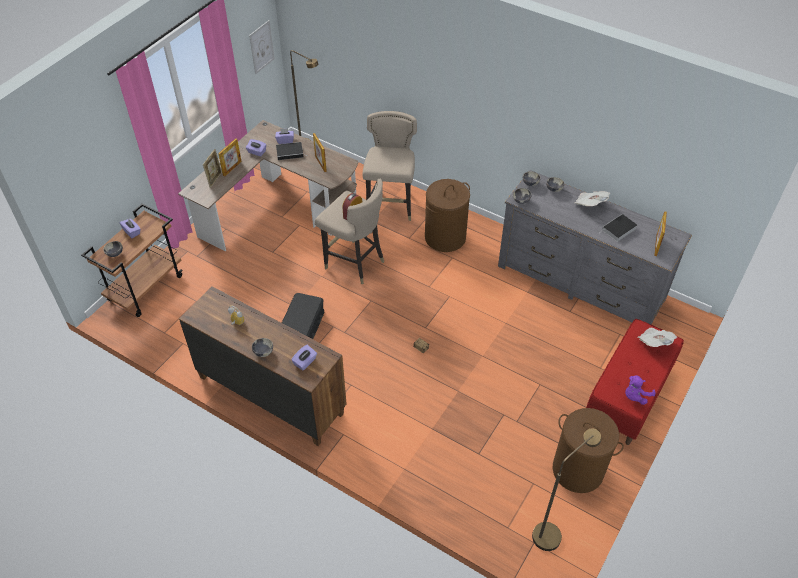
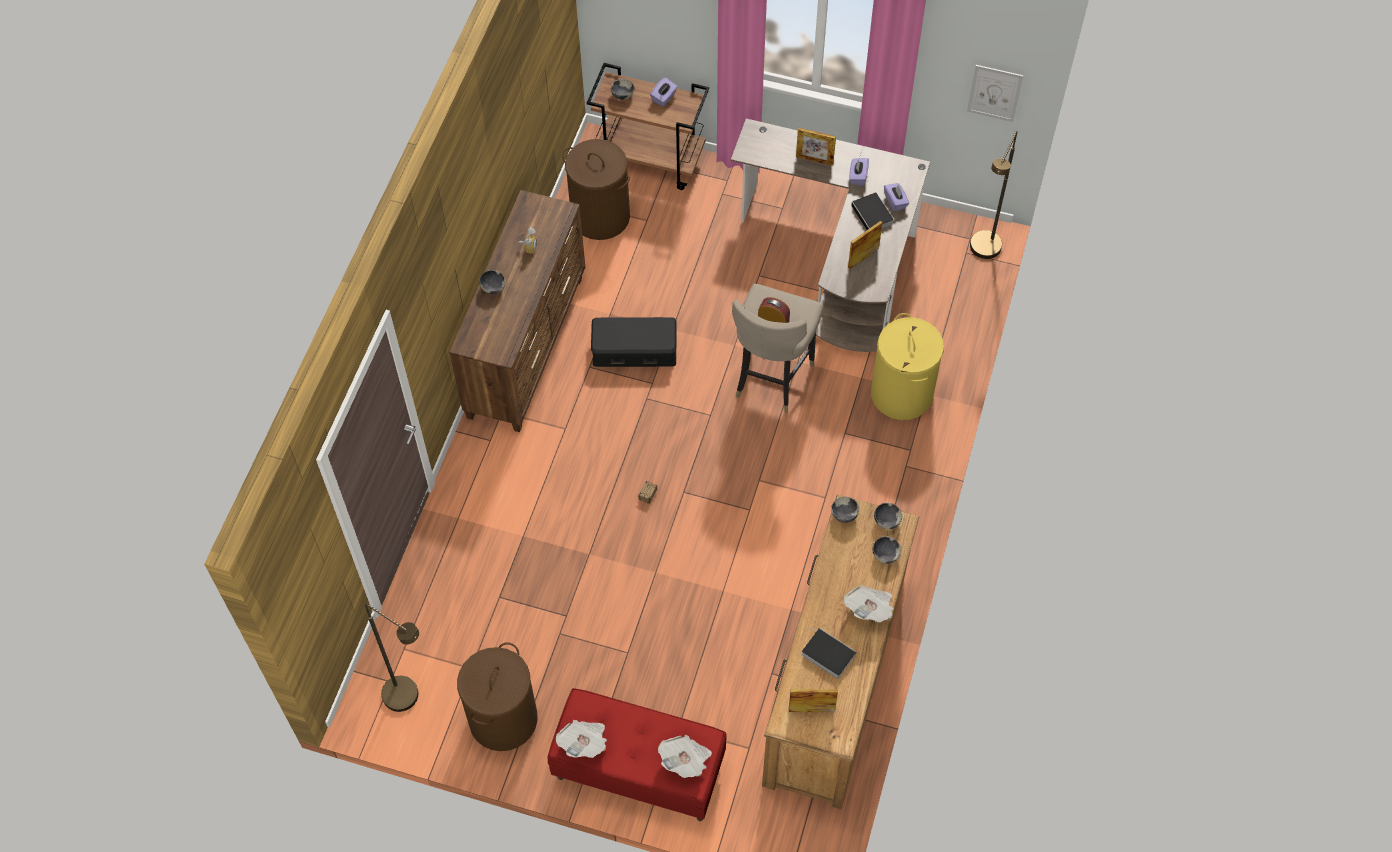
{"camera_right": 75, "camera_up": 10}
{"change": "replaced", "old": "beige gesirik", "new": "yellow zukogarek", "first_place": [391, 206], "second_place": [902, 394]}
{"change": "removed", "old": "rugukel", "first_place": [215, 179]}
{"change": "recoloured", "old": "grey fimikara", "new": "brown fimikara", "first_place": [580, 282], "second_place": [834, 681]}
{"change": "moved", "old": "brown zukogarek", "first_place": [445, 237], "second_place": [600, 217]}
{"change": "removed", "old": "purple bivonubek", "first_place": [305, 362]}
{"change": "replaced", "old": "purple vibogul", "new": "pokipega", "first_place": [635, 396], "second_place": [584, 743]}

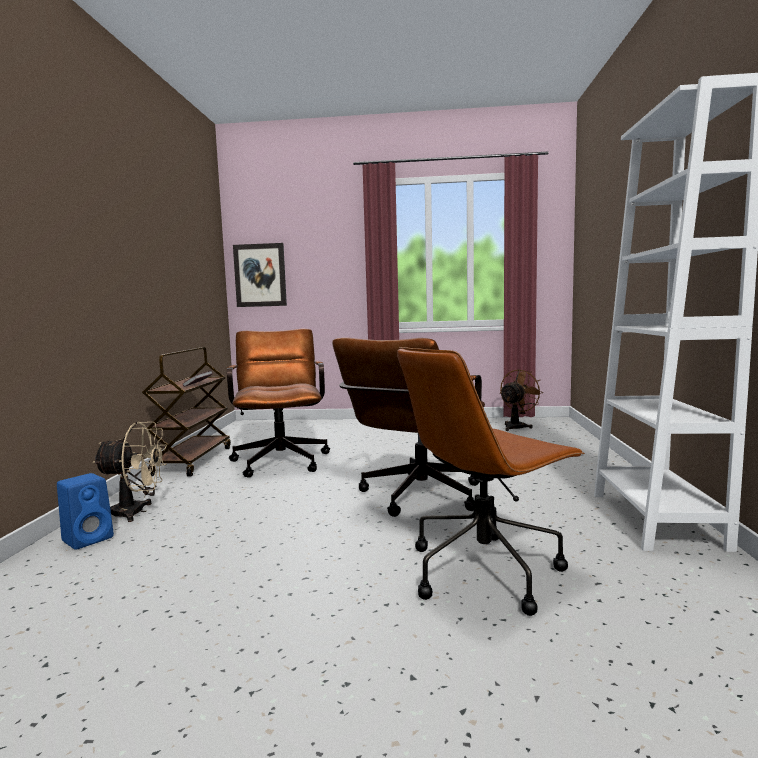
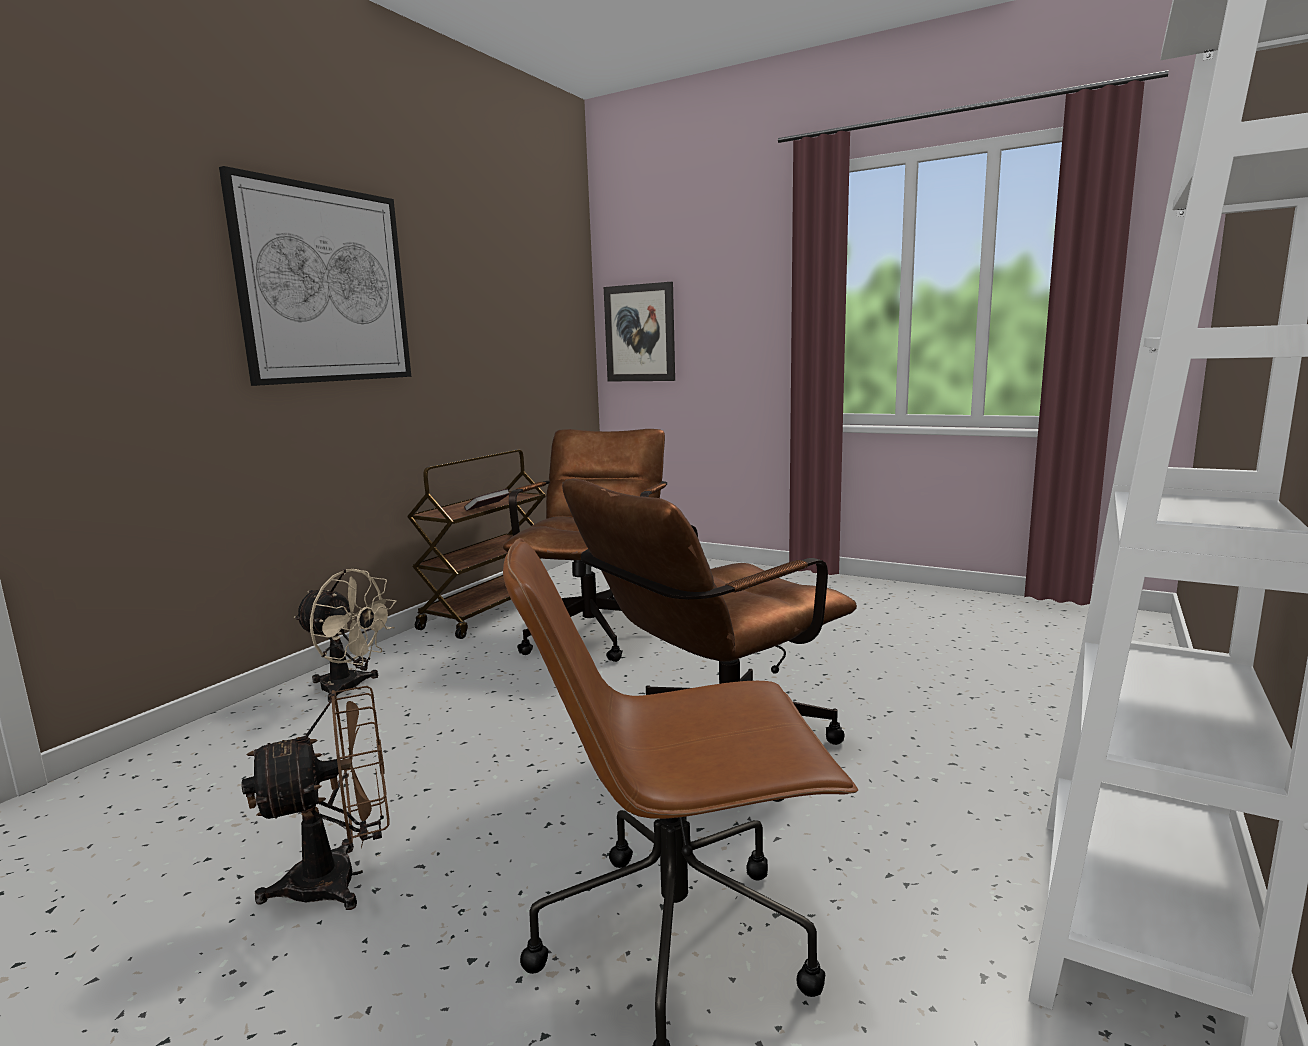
{"camera_right": 25, "camera_up": 5}
{"change": "moved", "old": "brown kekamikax", "first_place": [517, 426], "second_place": [341, 879]}
{"change": "removed", "old": "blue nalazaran", "first_place": [89, 538]}
{"change": "added", "new": "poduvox", "second_place": [325, 285]}

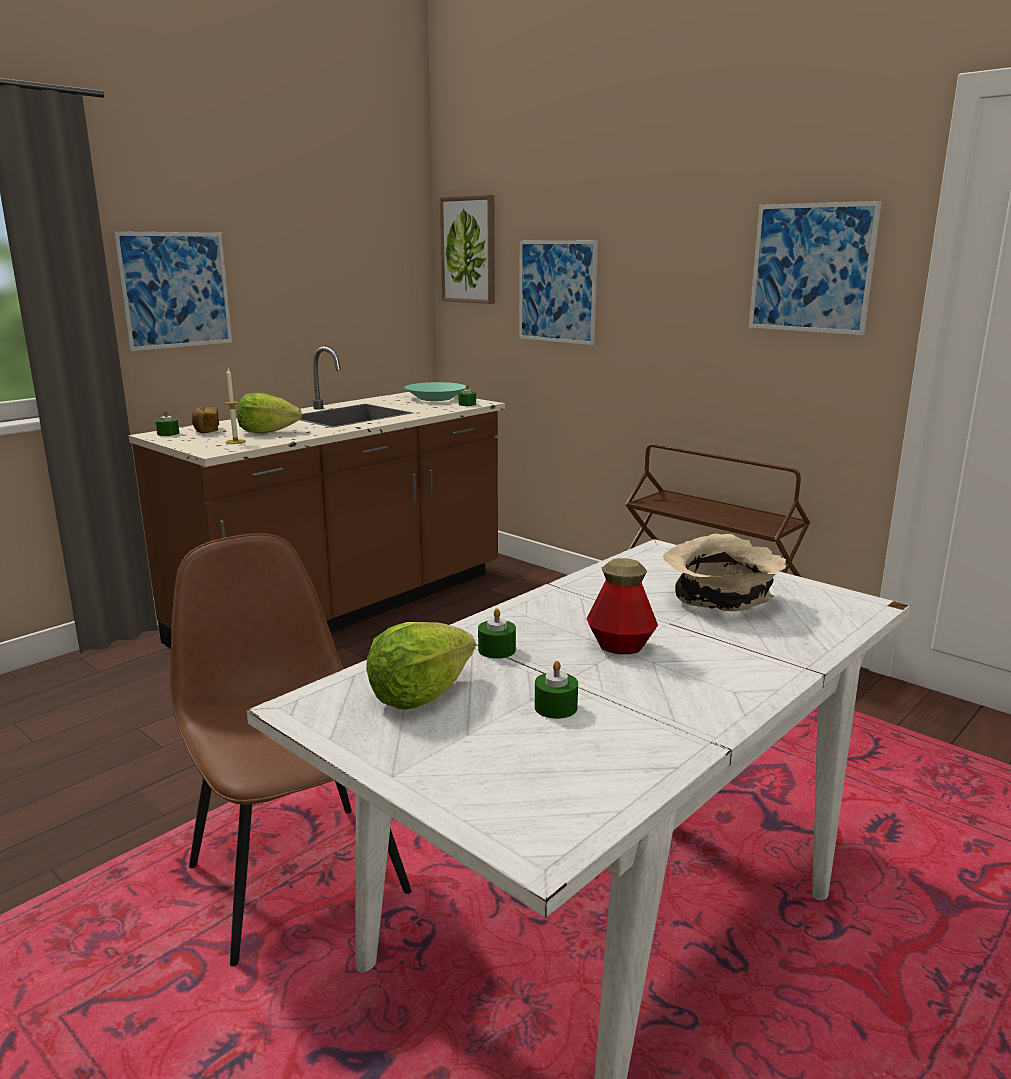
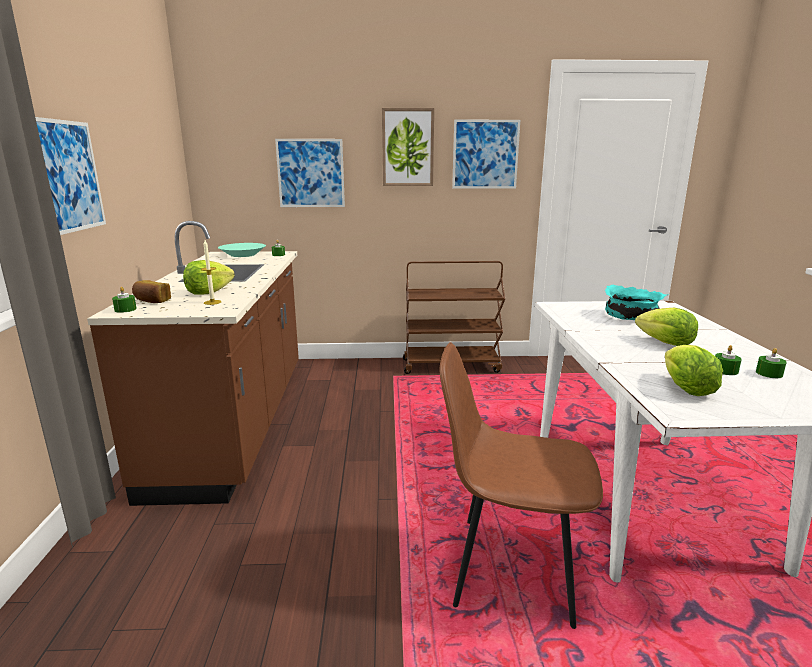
{"camera_right": -45, "camera_up": 0}
{"change": "moved", "old": "poduvox", "first_place": [469, 250], "second_place": [407, 147]}
{"change": "recoloured", "old": "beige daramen", "new": "turquoise daramen", "first_place": [720, 601], "second_place": [632, 316]}
{"change": "replaced", "old": "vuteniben", "new": "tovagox", "first_place": [620, 646], "second_place": [665, 343]}
{"change": "moved", "old": "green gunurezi", "first_place": [497, 650], "second_place": [769, 373]}

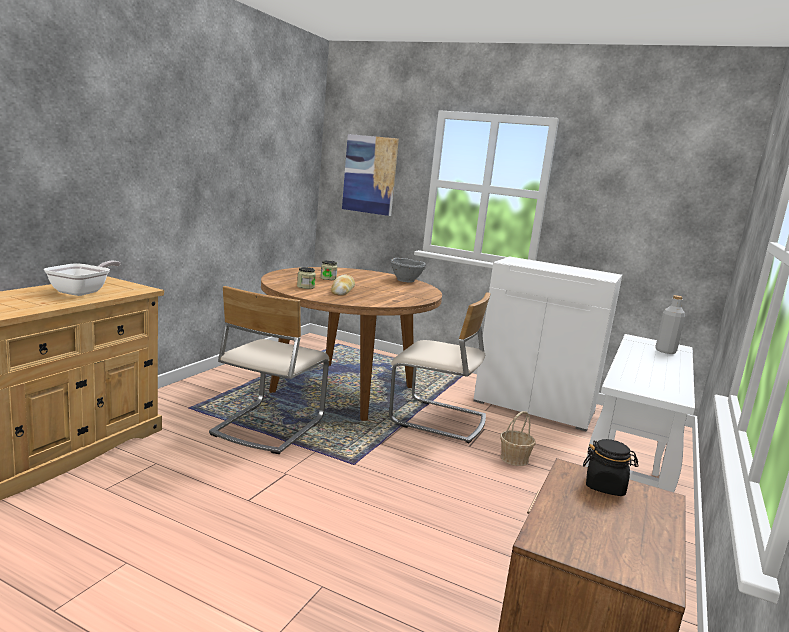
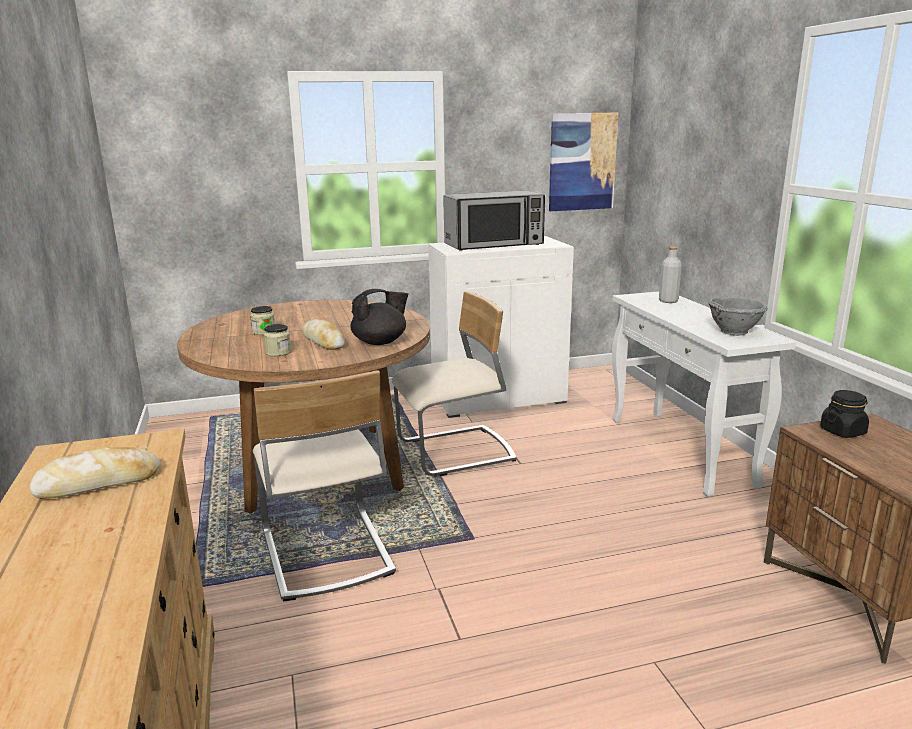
{"camera_right": -40, "camera_up": 5}
{"change": "moved", "old": "poduvox", "first_place": [370, 175], "second_place": [582, 162]}
{"change": "moved", "old": "grey daramen", "first_place": [406, 280], "second_place": [734, 331]}
{"change": "replaced", "old": "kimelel", "new": "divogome", "first_place": [83, 291], "second_place": [98, 483]}
{"change": "removed", "old": "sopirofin", "first_place": [514, 459]}
{"change": "added", "new": "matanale", "second_place": [494, 244]}
{"change": "added", "new": "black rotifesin", "second_place": [380, 342]}

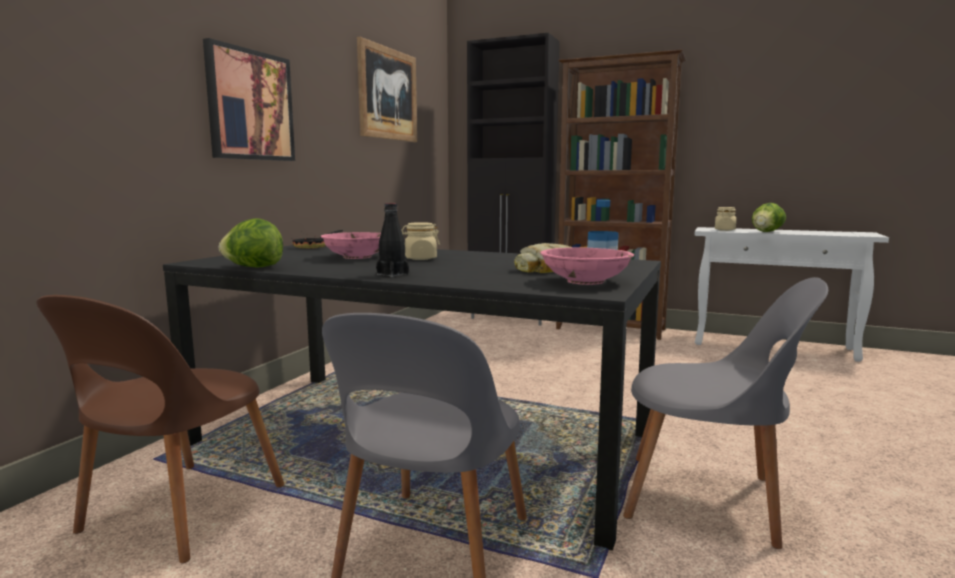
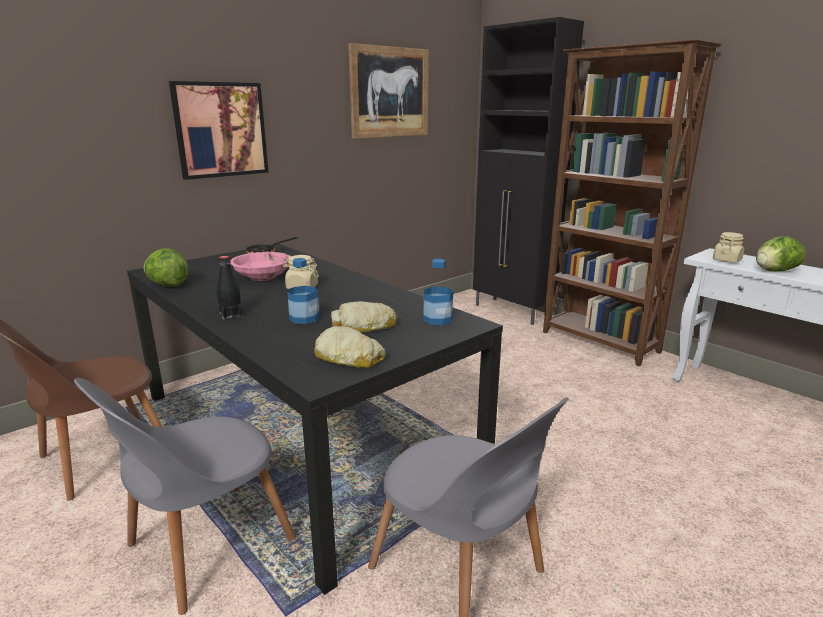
{"camera_right": 25, "camera_up": 10}
{"change": "replaced", "old": "pink daramen", "new": "divogome", "first_place": [585, 281], "second_place": [348, 357]}
{"change": "added", "new": "vuteniben", "second_place": [304, 318]}

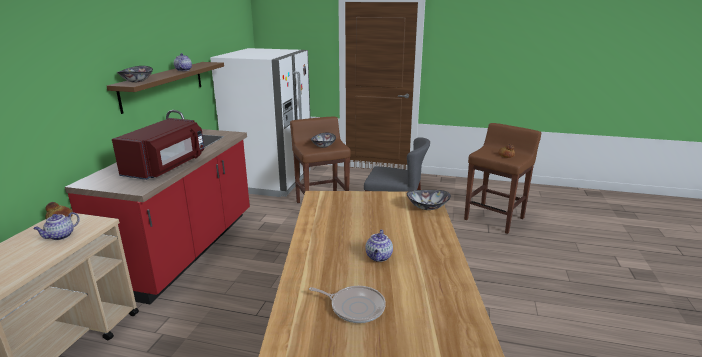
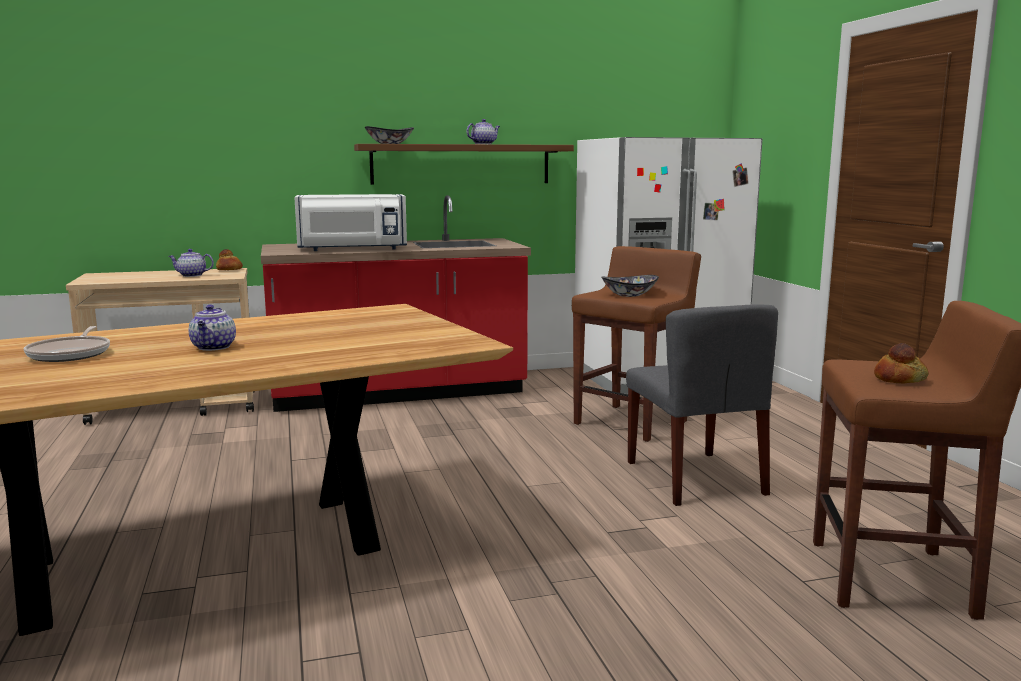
{"camera_right": 60, "camera_up": -10}
{"change": "recoloured", "old": "red matanale", "new": "white matanale", "first_place": [167, 167], "second_place": [352, 249]}
{"change": "removed", "old": "daramen", "first_place": [427, 207]}
{"change": "turned", "old": "rotifesin", "first_place": [379, 257], "second_place": [214, 347], "degrees": -75}

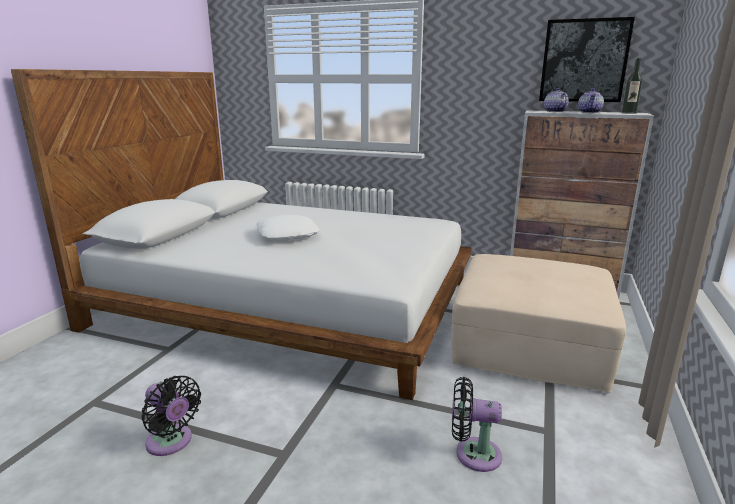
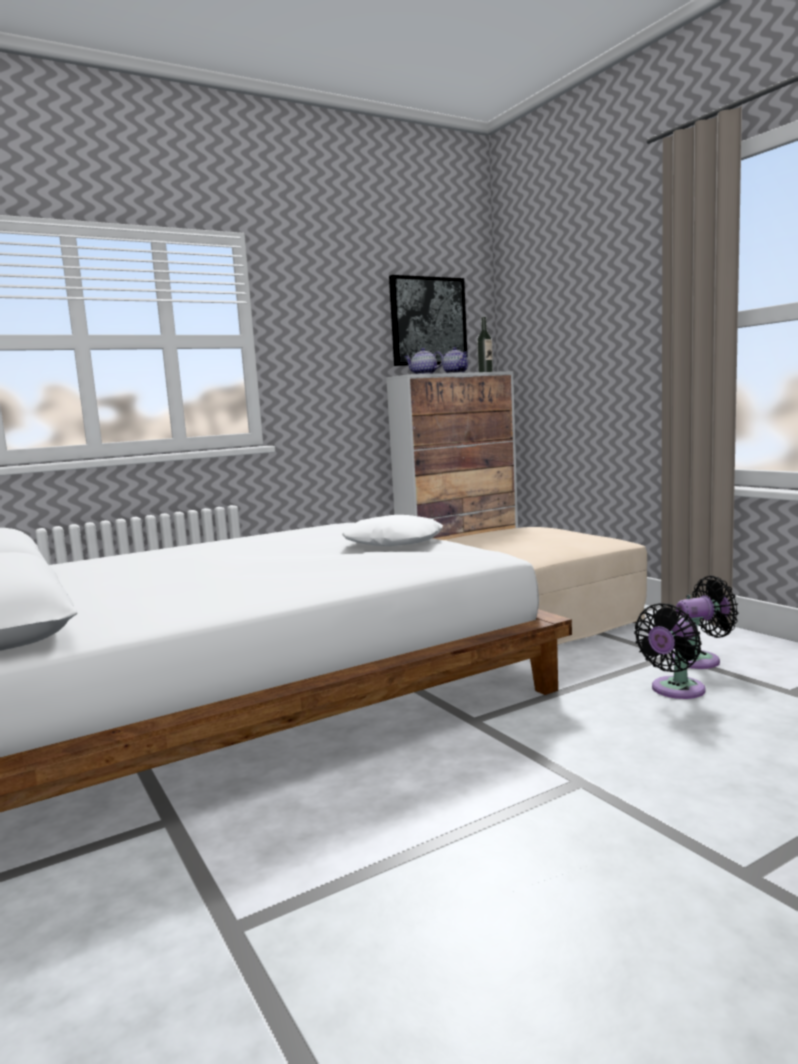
{"camera_right": -50, "camera_up": -10}
{"change": "moved", "old": "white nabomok", "first_place": [288, 235], "second_place": [394, 542]}
{"change": "moved", "old": "black kekamikax", "first_place": [171, 443], "second_place": [700, 660]}

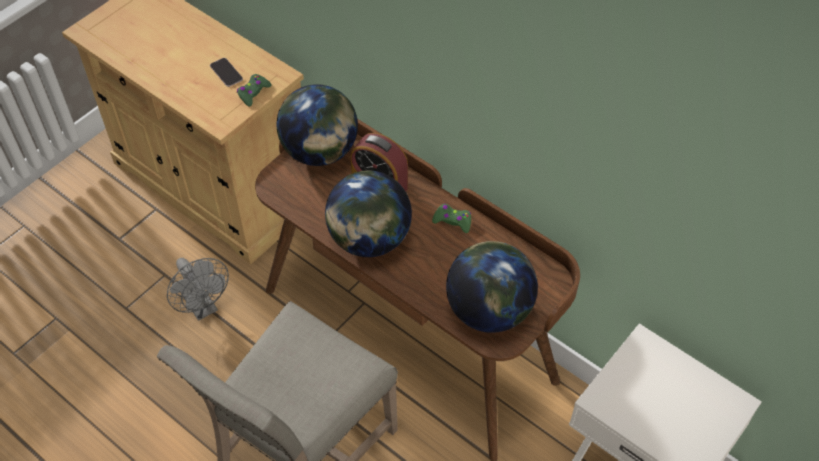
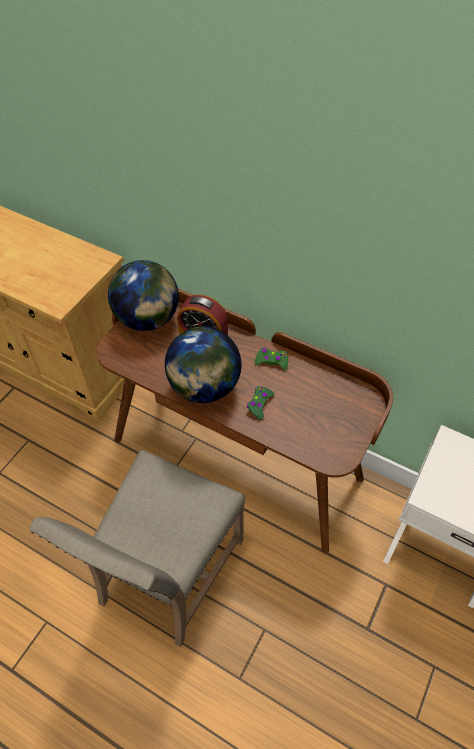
{"camera_right": -10, "camera_up": 0}
{"change": "removed", "old": "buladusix", "first_place": [226, 73]}
{"change": "moved", "old": "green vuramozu", "first_place": [253, 93], "second_place": [259, 404]}
{"change": "removed", "old": "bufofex", "first_place": [489, 310]}
{"change": "removed", "old": "grey kekamikax", "first_place": [203, 307]}

